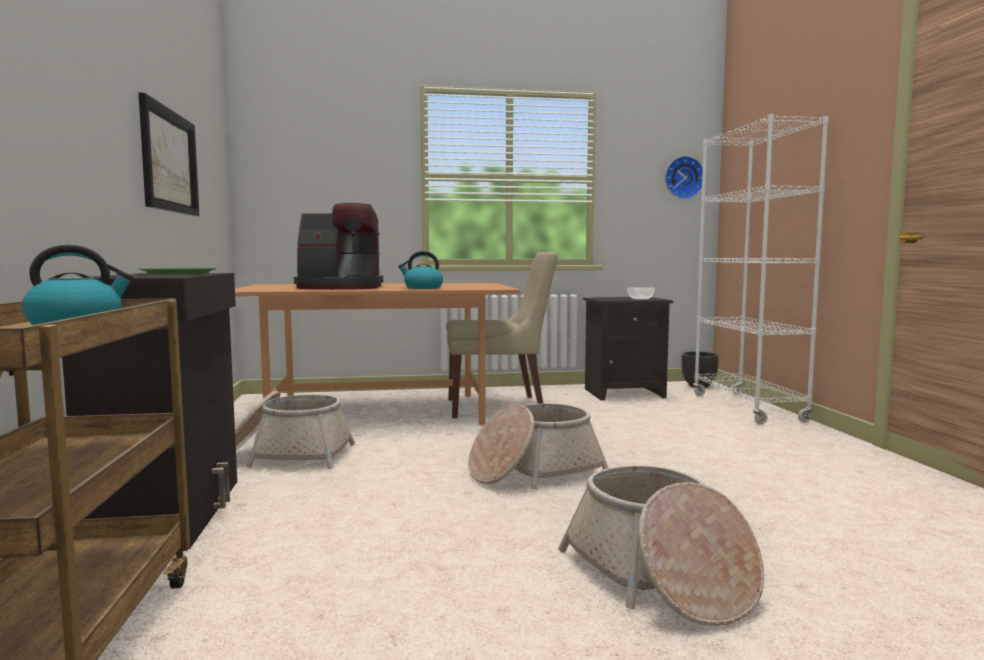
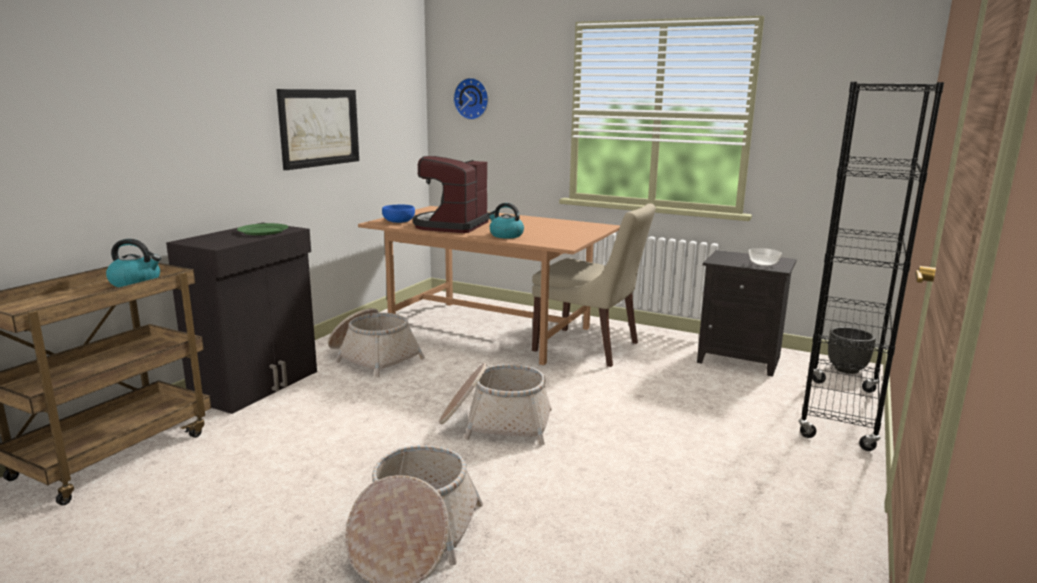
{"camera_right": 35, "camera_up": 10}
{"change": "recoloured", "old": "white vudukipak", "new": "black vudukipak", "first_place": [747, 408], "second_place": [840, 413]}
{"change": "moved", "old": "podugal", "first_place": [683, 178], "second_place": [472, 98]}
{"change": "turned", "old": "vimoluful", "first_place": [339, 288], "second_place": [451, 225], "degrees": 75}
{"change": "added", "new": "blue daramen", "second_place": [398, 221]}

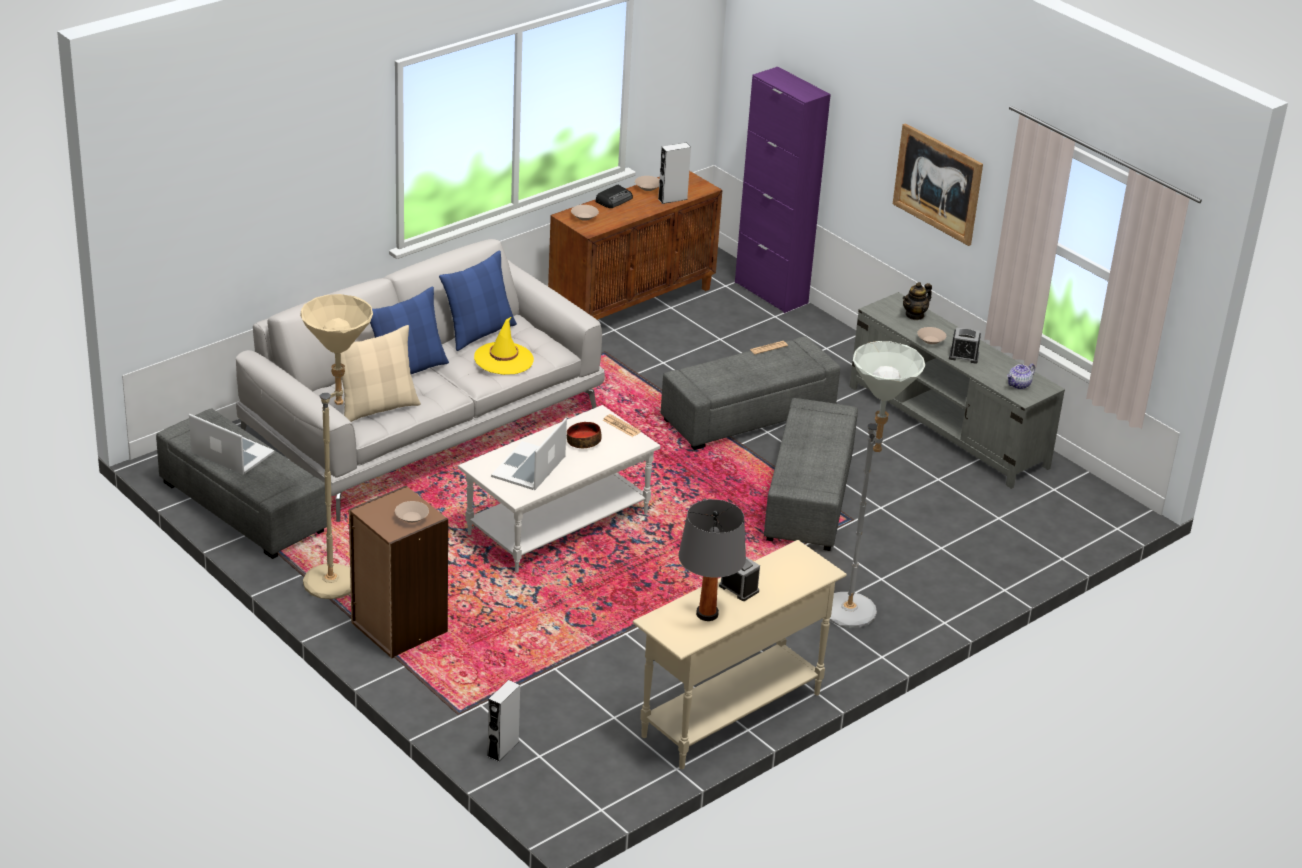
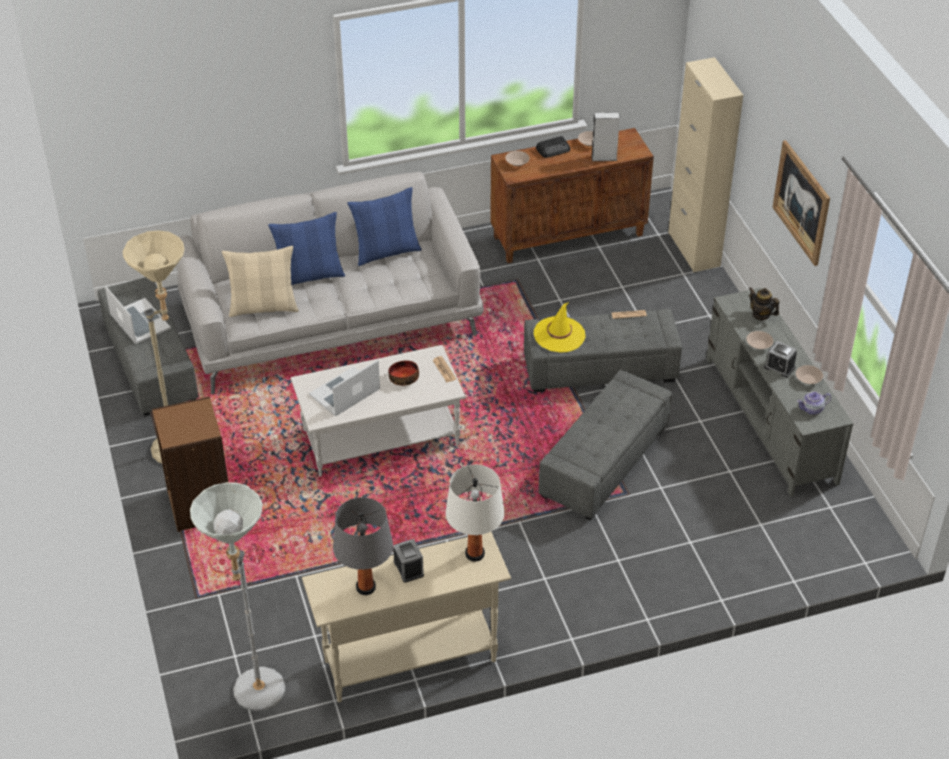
{"camera_right": 25, "camera_up": 10}
{"change": "recoloured", "old": "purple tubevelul", "new": "beige tubevelul", "first_place": [771, 292], "second_place": [694, 249]}
{"change": "turned", "old": "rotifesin", "first_place": [915, 315], "second_place": [761, 315], "degrees": 60}
{"change": "moved", "old": "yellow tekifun", "first_place": [504, 359], "second_place": [559, 335]}
{"change": "moved", "old": "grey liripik", "first_place": [853, 619], "second_place": [257, 699]}
{"change": "moved", "old": "beige daramen", "first_place": [411, 518], "second_place": [808, 379]}
{"change": "removed", "old": "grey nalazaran", "first_place": [503, 749]}
{"change": "added", "new": "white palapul", "second_place": [475, 554]}

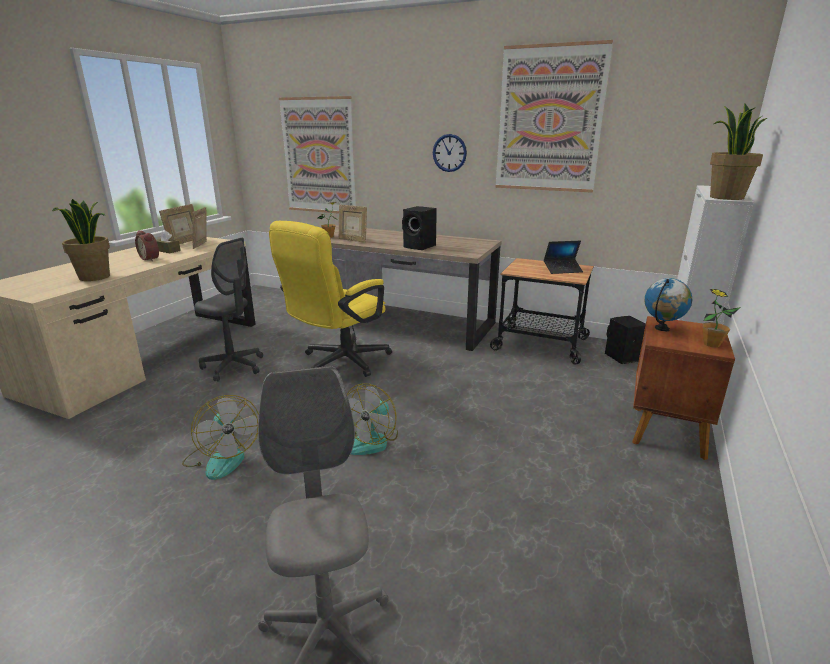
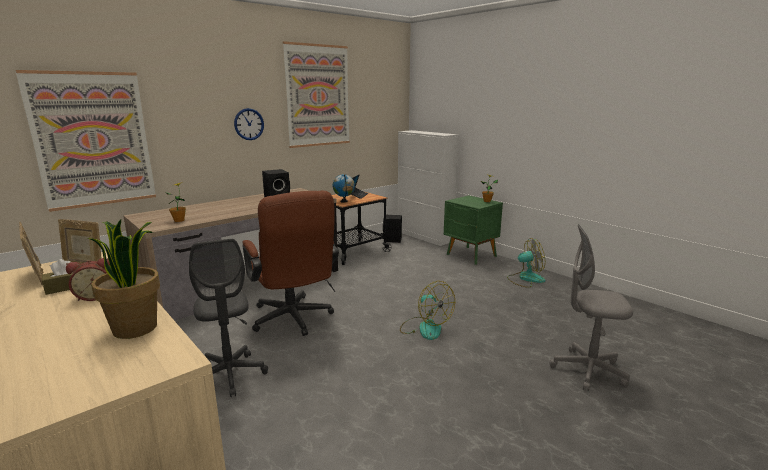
{"camera_right": -65, "camera_up": -5}
{"change": "removed", "old": "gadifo", "first_place": [725, 197]}
{"change": "removed", "old": "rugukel", "first_place": [353, 240]}
{"change": "recoloured", "old": "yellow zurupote", "new": "brown zurupote", "first_place": [339, 363], "second_place": [293, 320]}
{"change": "turned", "old": "grey zurupote", "first_place": [233, 367], "second_place": [230, 375], "degrees": 105}
{"change": "moved", "old": "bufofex", "first_place": [662, 329], "second_place": [344, 201]}
{"change": "recoloured", "old": "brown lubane", "new": "green lubane", "first_place": [666, 432], "second_place": [471, 255]}
{"change": "moved", "old": "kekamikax", "first_place": [222, 458], "second_place": [525, 279]}

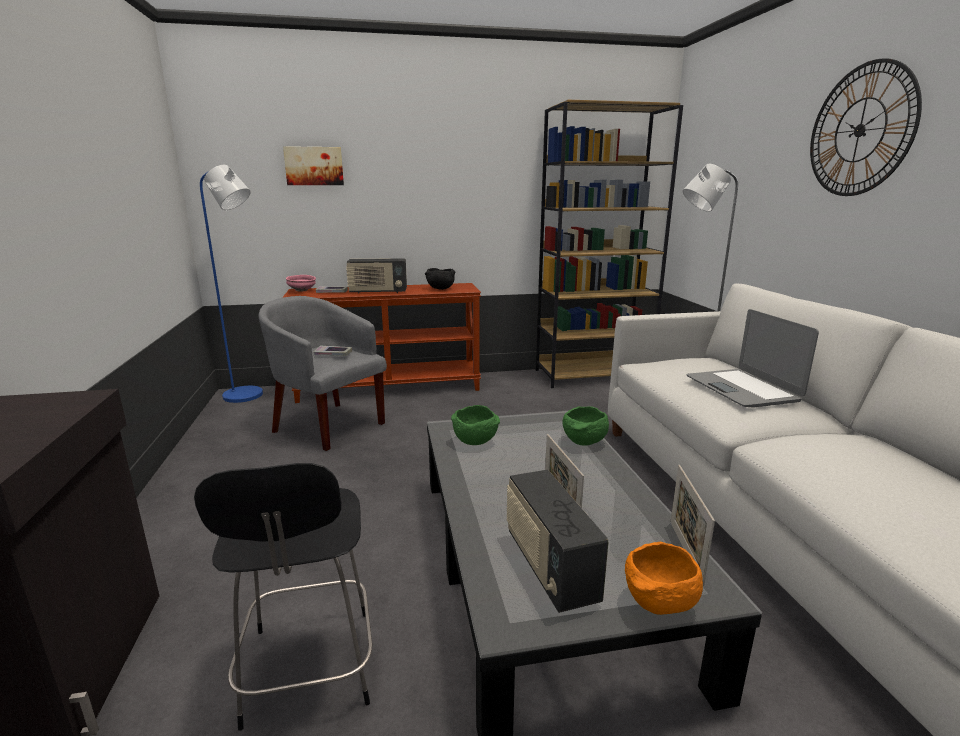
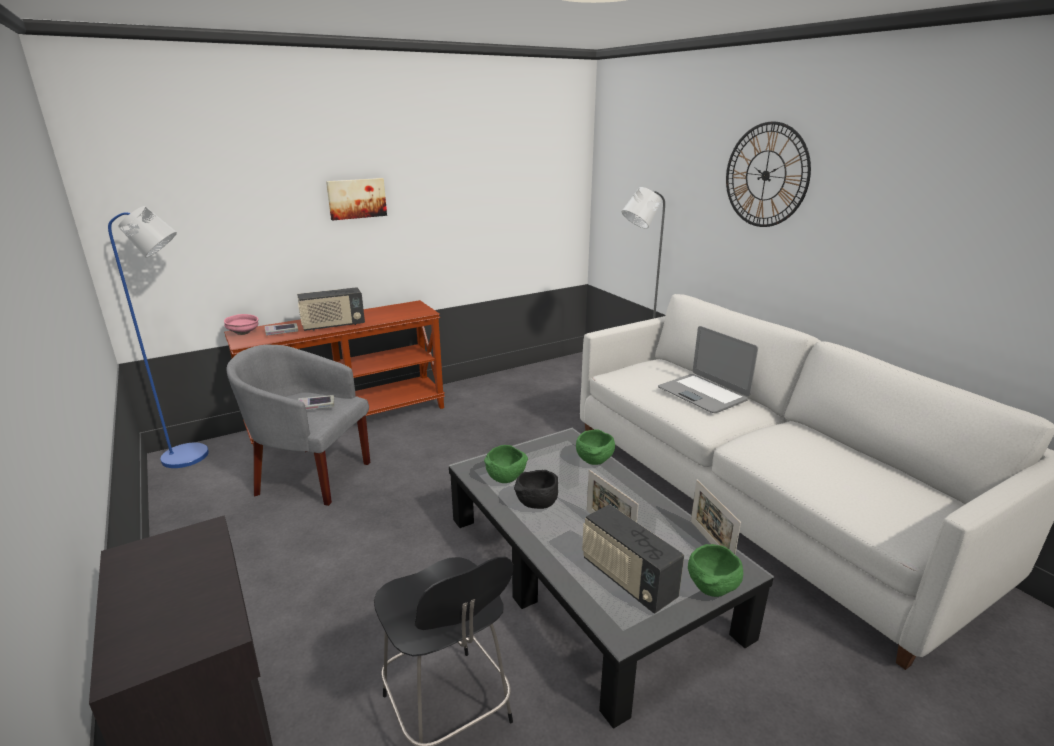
{"camera_right": -20, "camera_up": 5}
{"change": "removed", "old": "brown vudukipak", "first_place": [592, 375]}
{"change": "moved", "old": "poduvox", "first_place": [314, 166], "second_place": [356, 198]}
{"change": "moved", "old": "black daramen", "first_place": [440, 289], "second_place": [536, 504]}
{"change": "recoloured", "old": "orange daramen", "new": "green daramen", "first_place": [659, 605], "second_place": [712, 589]}

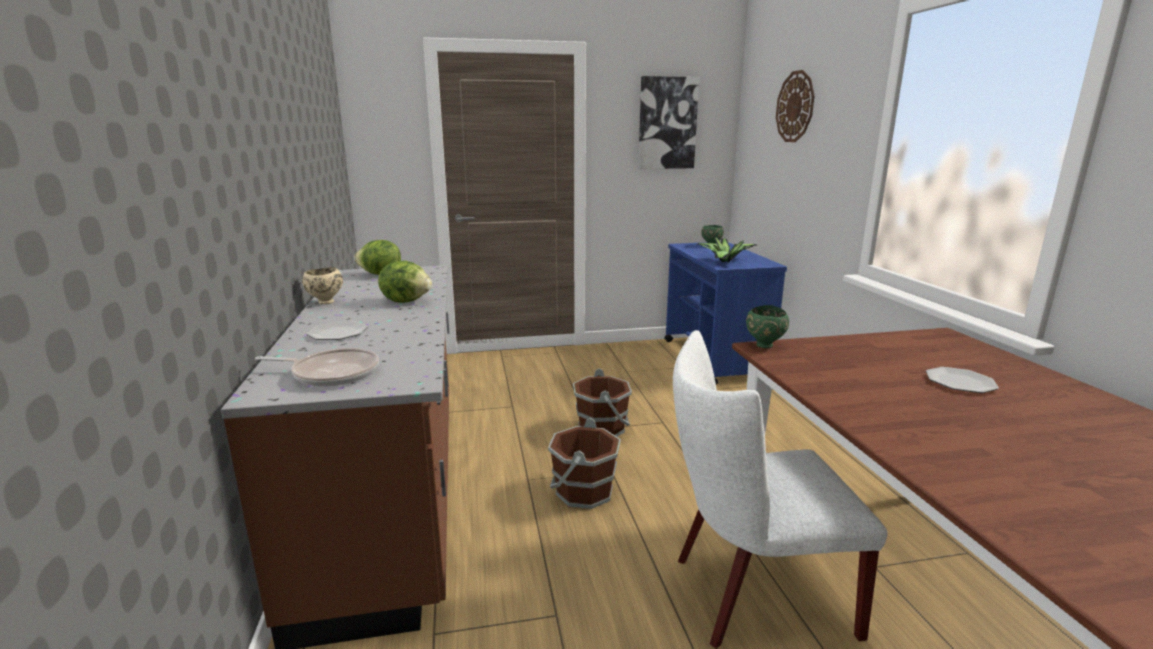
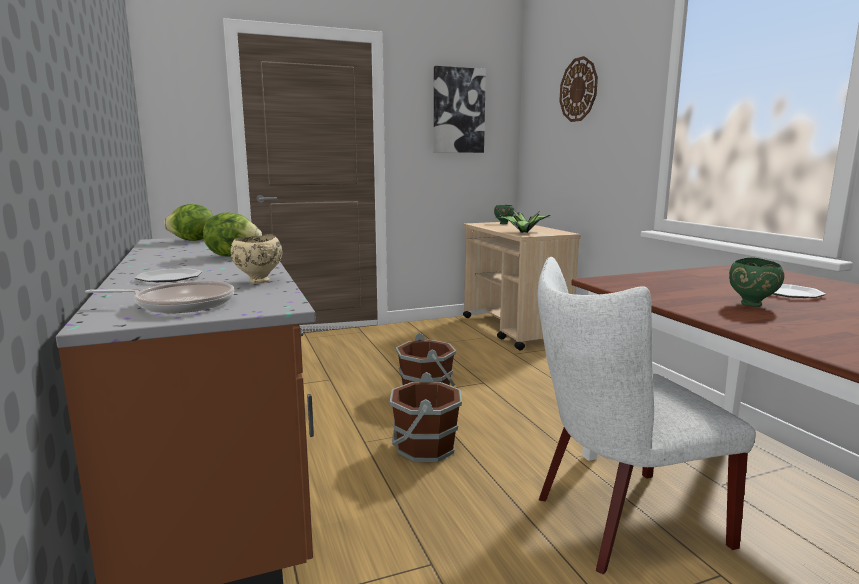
{"camera_right": -10, "camera_up": -5}
{"change": "recoloured", "old": "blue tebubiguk", "new": "beige tebubiguk", "first_place": [715, 359], "second_place": [515, 329]}
{"change": "moved", "old": "beige daramen", "first_place": [325, 302], "second_place": [258, 281]}
{"change": "moved", "old": "green daramen", "first_place": [764, 346], "second_place": [752, 305]}

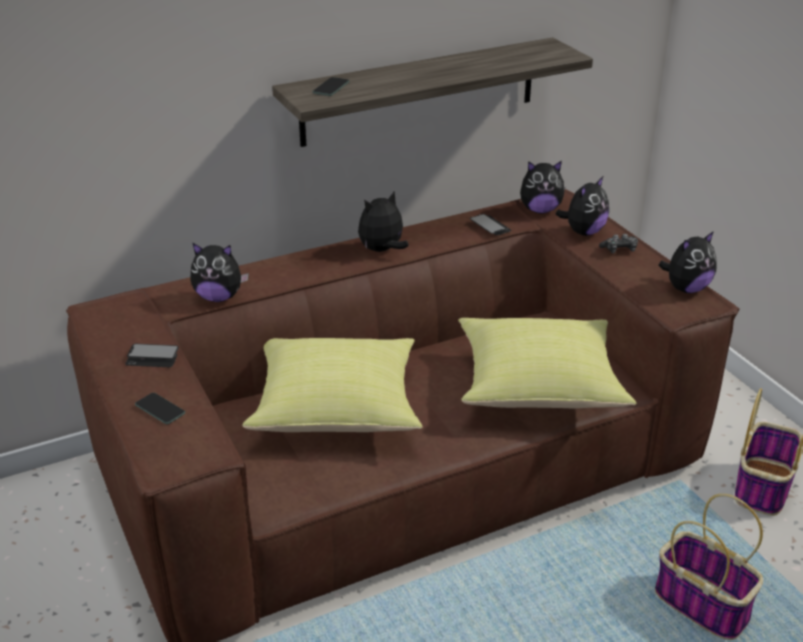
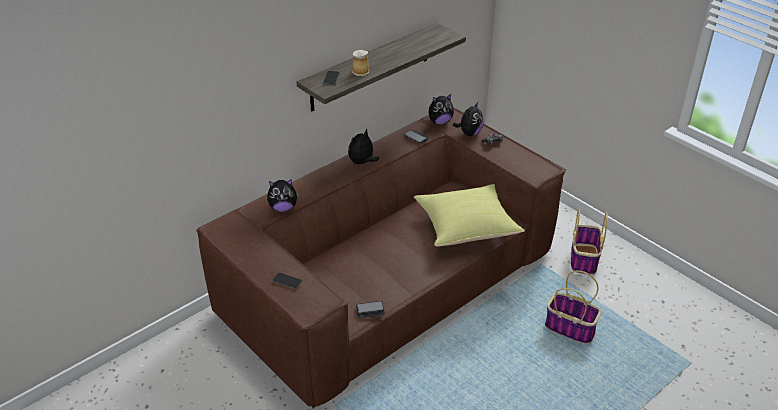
{"camera_right": -15, "camera_up": 5}
{"change": "removed", "old": "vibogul", "first_place": [686, 288]}
{"change": "removed", "old": "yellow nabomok", "first_place": [337, 408]}
{"change": "moved", "old": "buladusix", "first_place": [152, 357], "second_place": [370, 310]}
{"change": "added", "new": "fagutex", "second_place": [360, 71]}

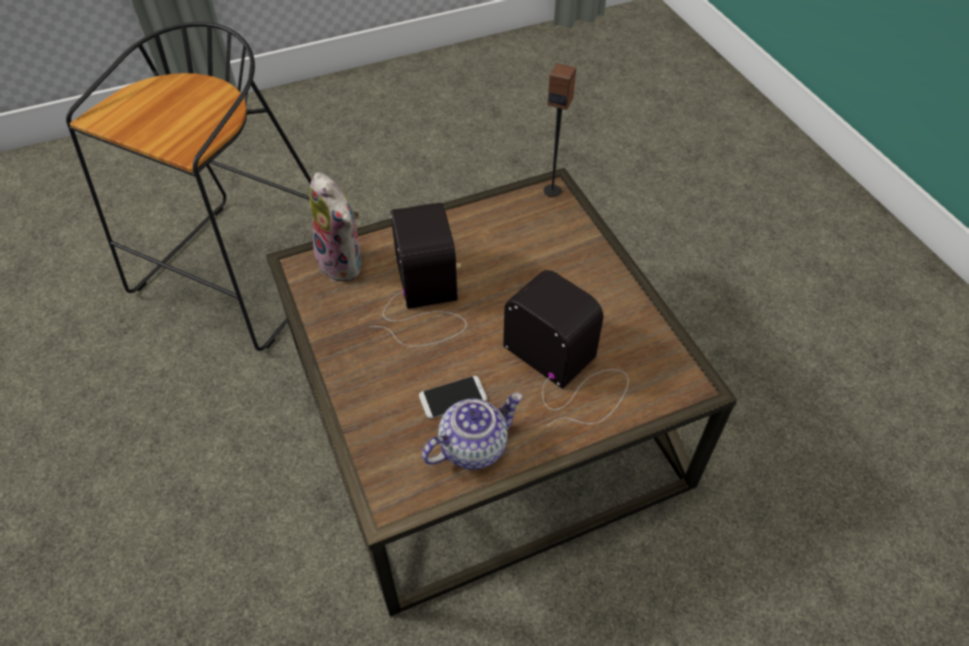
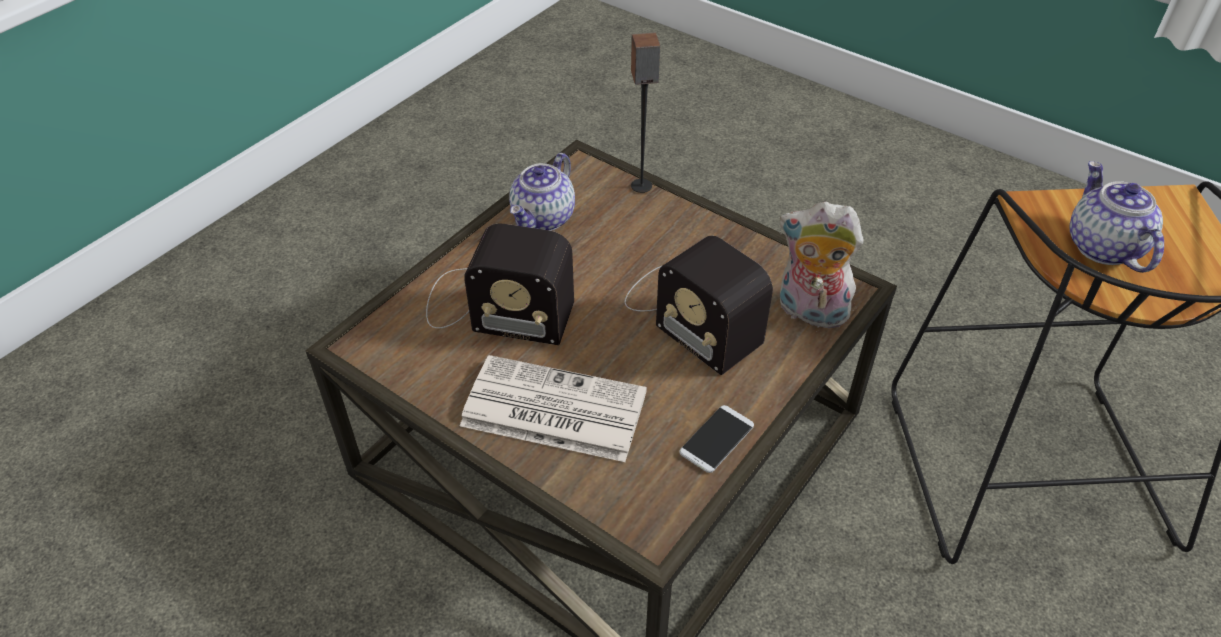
{"camera_right": 150, "camera_up": -5}
{"change": "moved", "old": "nalazaran", "first_place": [552, 190], "second_place": [641, 186]}
{"change": "moved", "old": "buladusix", "first_place": [453, 397], "second_place": [716, 439]}
{"change": "added", "new": "rotifesin", "second_place": [1102, 246]}
{"change": "added", "new": "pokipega", "second_place": [551, 409]}

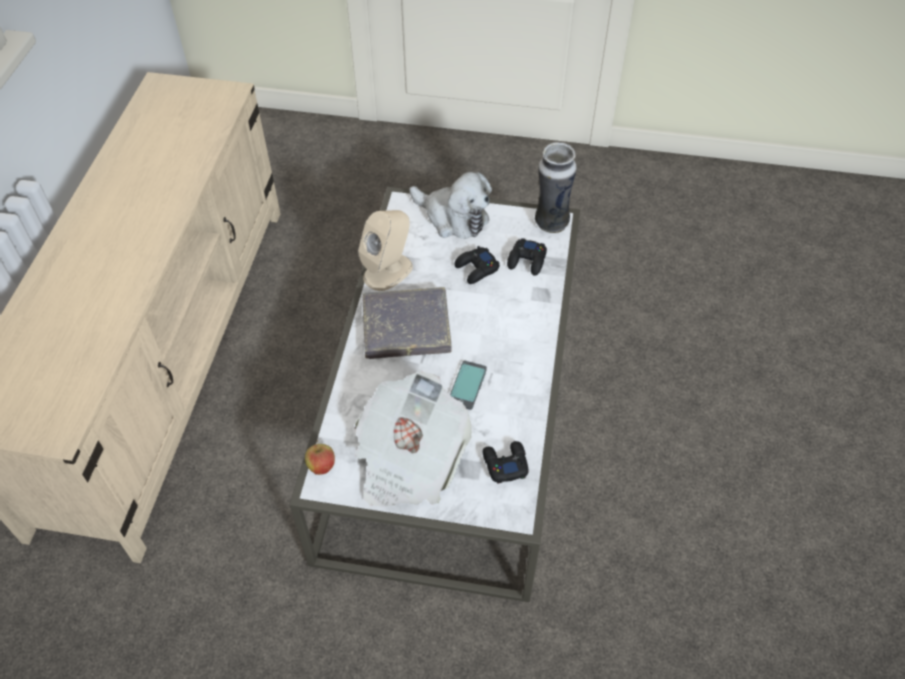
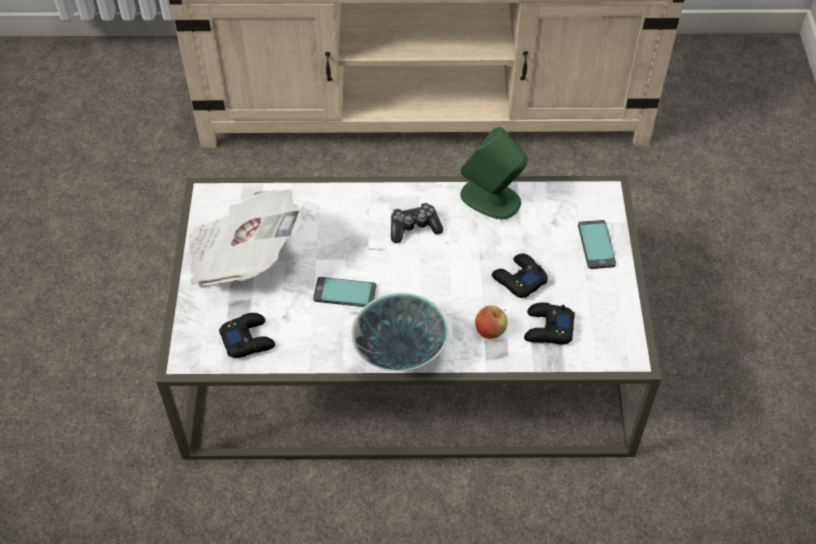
{"camera_right": 80, "camera_up": 0}
{"change": "removed", "old": "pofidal", "first_place": [550, 223]}
{"change": "replaced", "old": "vibogul", "new": "buladusix", "first_place": [453, 217], "second_place": [596, 245]}
{"change": "recoloured", "old": "beige nalazaran", "new": "green nalazaran", "first_place": [388, 271], "second_place": [491, 199]}
{"change": "replaced", "old": "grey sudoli", "new": "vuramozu", "first_place": [406, 327], "second_place": [414, 228]}
{"change": "moved", "old": "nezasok", "first_place": [321, 466], "second_place": [490, 332]}
{"change": "added", "new": "daramen", "second_place": [401, 353]}

